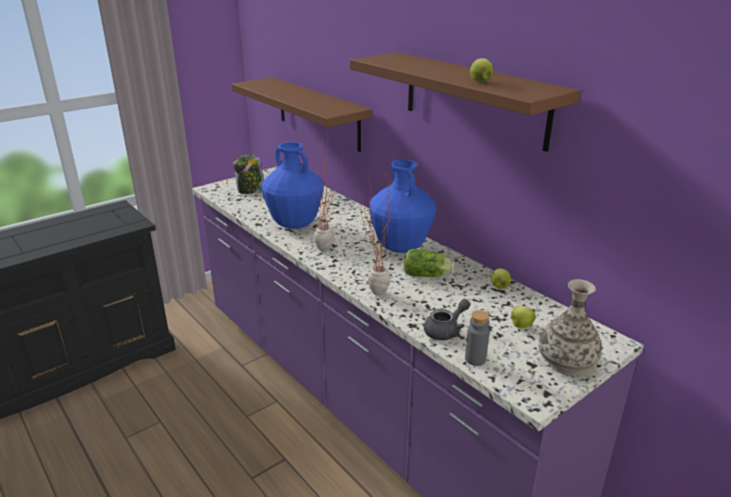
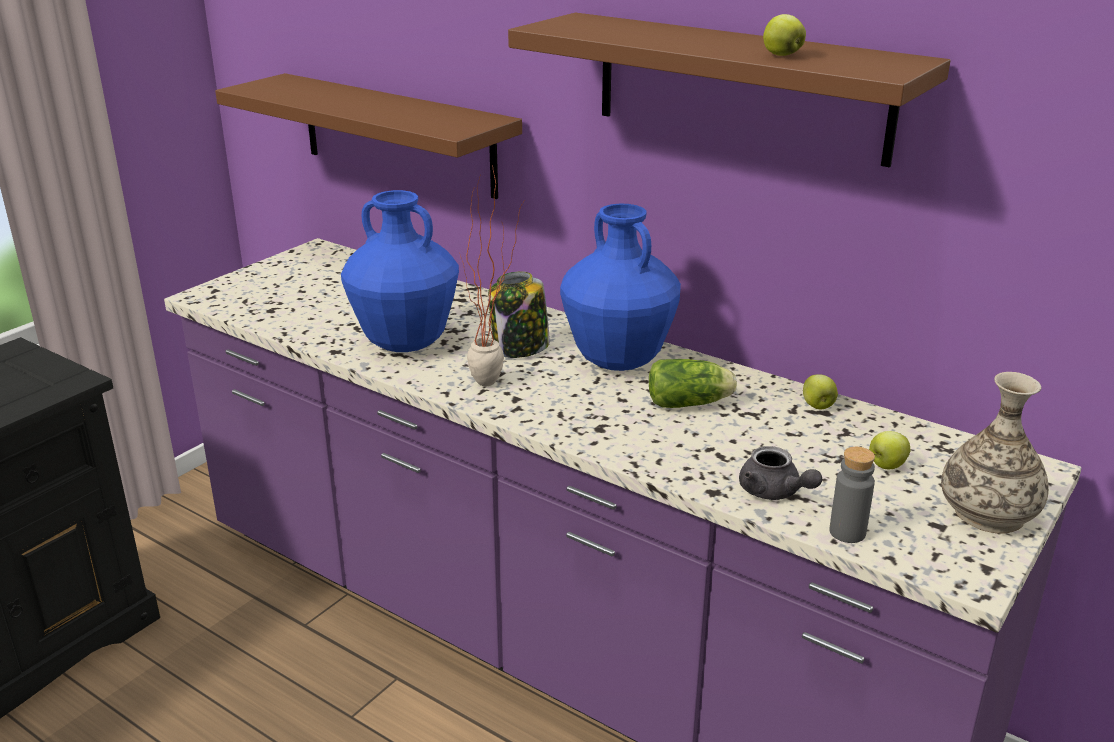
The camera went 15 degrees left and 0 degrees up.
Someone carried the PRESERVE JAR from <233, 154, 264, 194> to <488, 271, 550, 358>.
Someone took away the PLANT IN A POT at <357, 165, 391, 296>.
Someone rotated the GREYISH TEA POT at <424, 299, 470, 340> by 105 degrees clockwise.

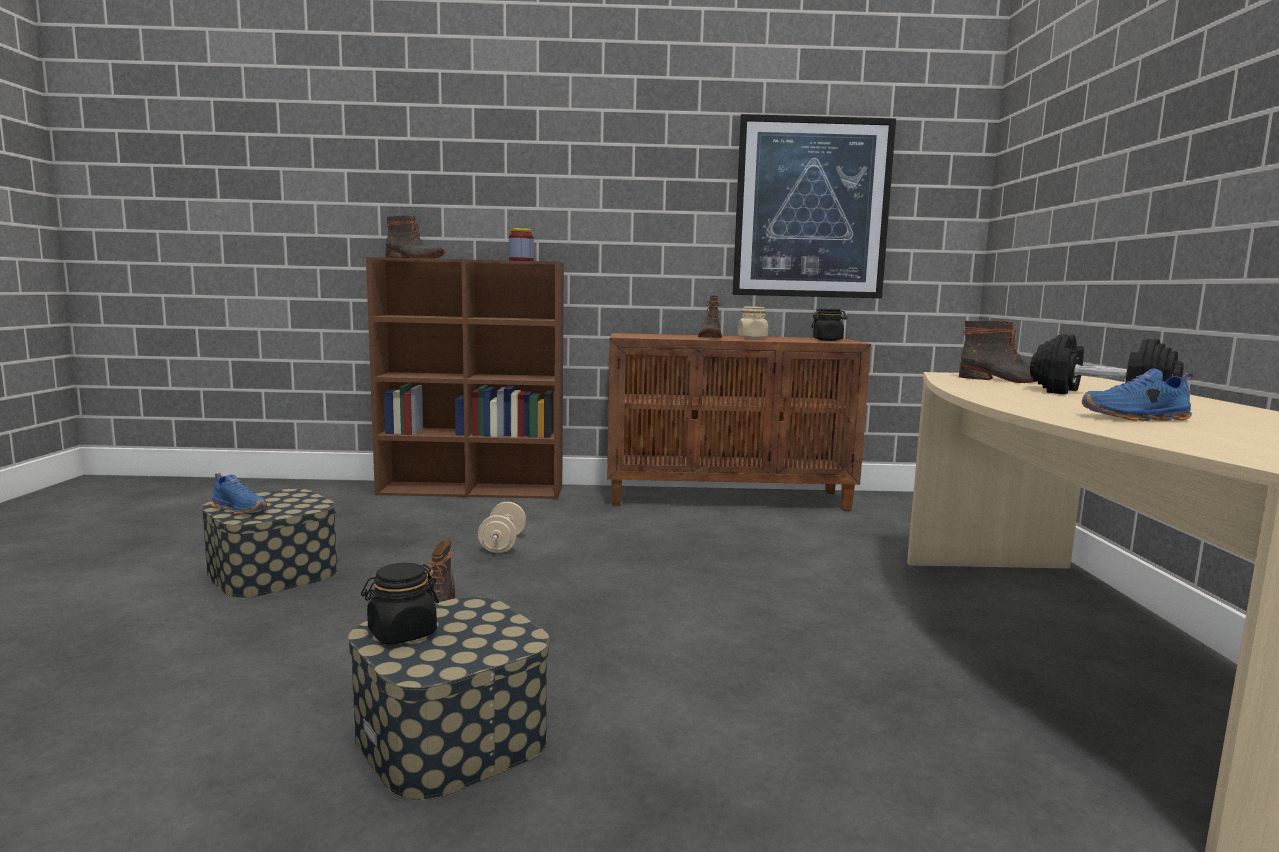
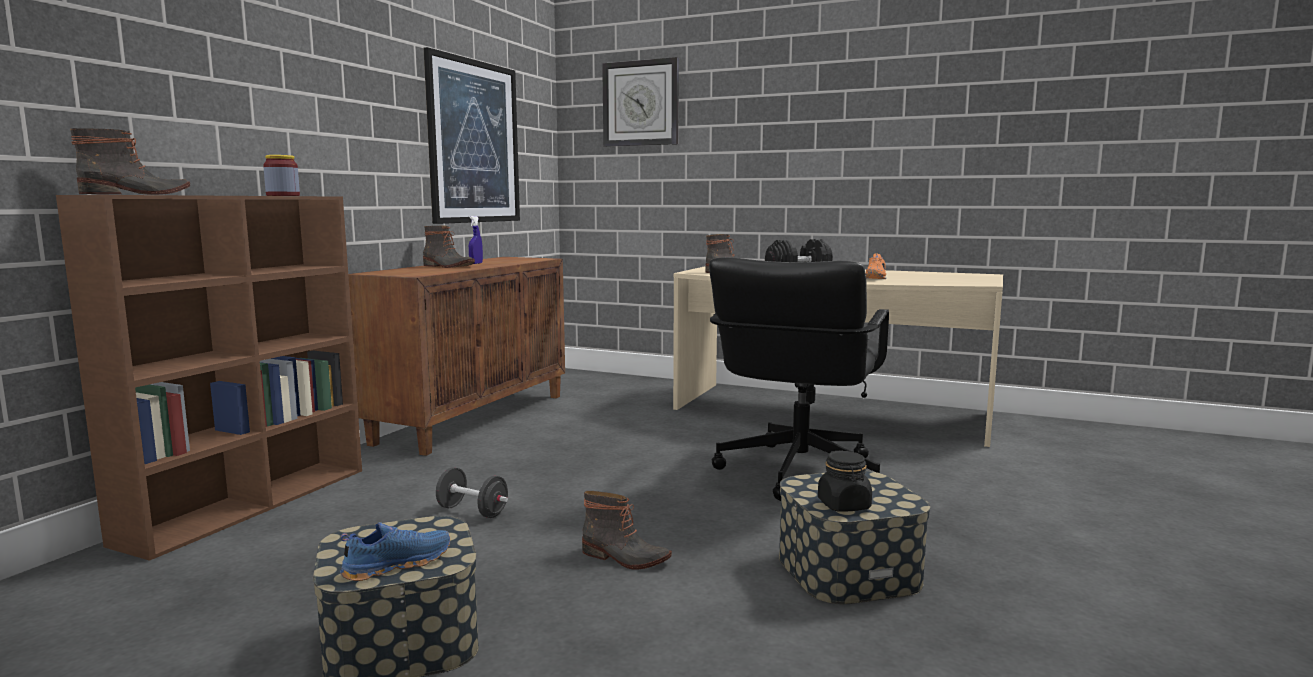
The camera went 65 degrees left and 0 degrees up.
Someone repainted the SAND-COLOURED DUMBBELL at <478, 502, 526, 553>, which became the BLACKISH DUMBBELL at <436, 467, 508, 518>.
Someone swapped the SAND-COLOURED PRESERVE JAR at <738, 307, 768, 339> for the BLUE HAND SPRAYER at <469, 216, 483, 264>.
Someone took away the BLACKISH PRESERVE JAR at <811, 309, 848, 341>.
Someone repainted the BLUE SHOE at <1082, 369, 1193, 421>, which became the ORANGEY SHOE at <866, 254, 886, 279>.
Someone put up the CLOCK ON THE WALL at <602, 57, 679, 147>.
Someone put down the BLACKISH OFFICE CHAIR at <709, 257, 889, 501>.

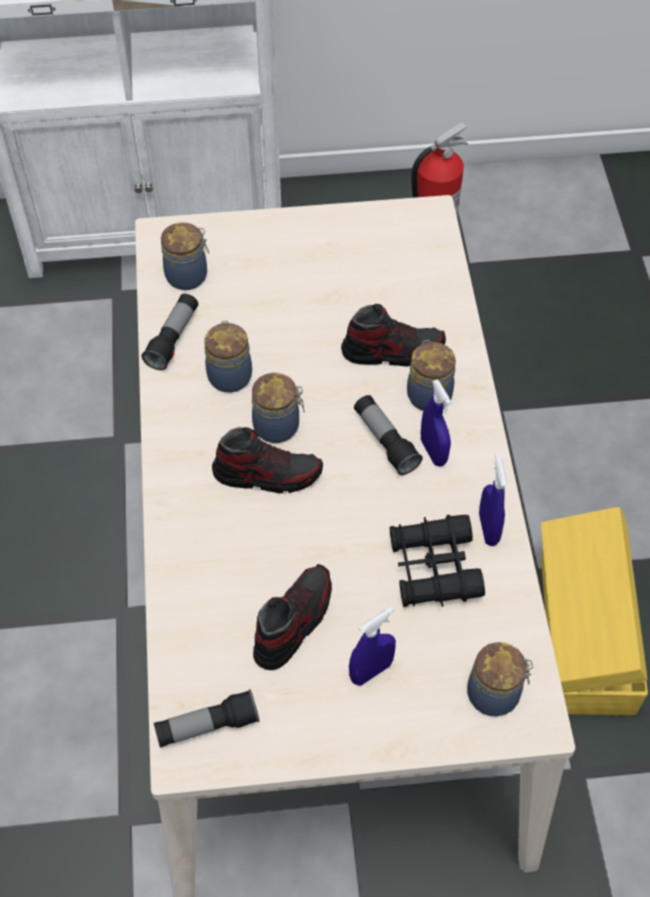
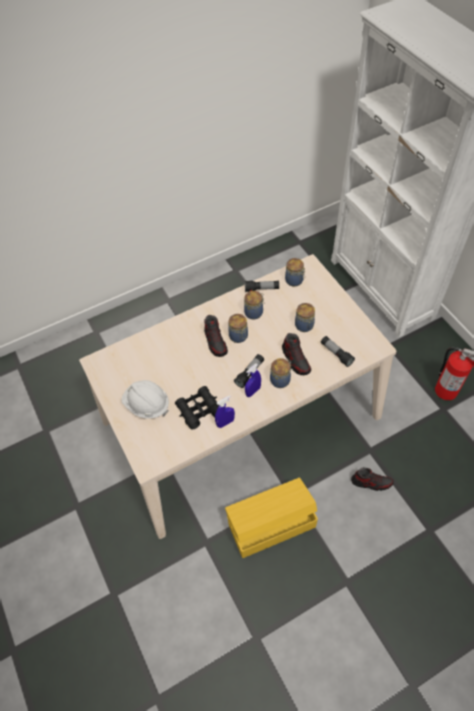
The camera went 70 degrees right and 0 degrees up.
Someone carried the TORCH from <154, 689, 260, 748> to <321, 336, 355, 367>.
Someone carried the SHOE from <253, 564, 332, 670> to <351, 467, 394, 491>.
Someone swapped the BLUE HAND SPRAYER at <349, 607, 396, 686> for the WHITE-COLOURED HARD HAT at <121, 380, 169, 418>.
Someone carried the PRESERVE JAR from <467, 642, 533, 717> to <295, 303, 315, 332>.

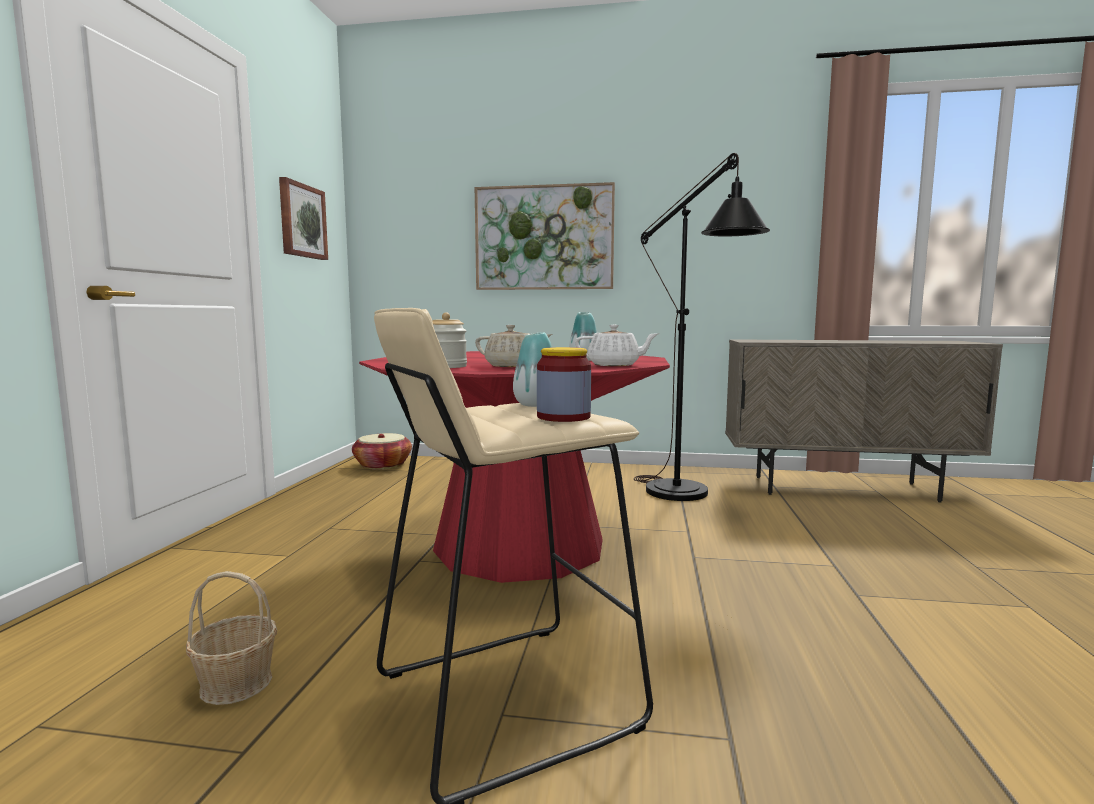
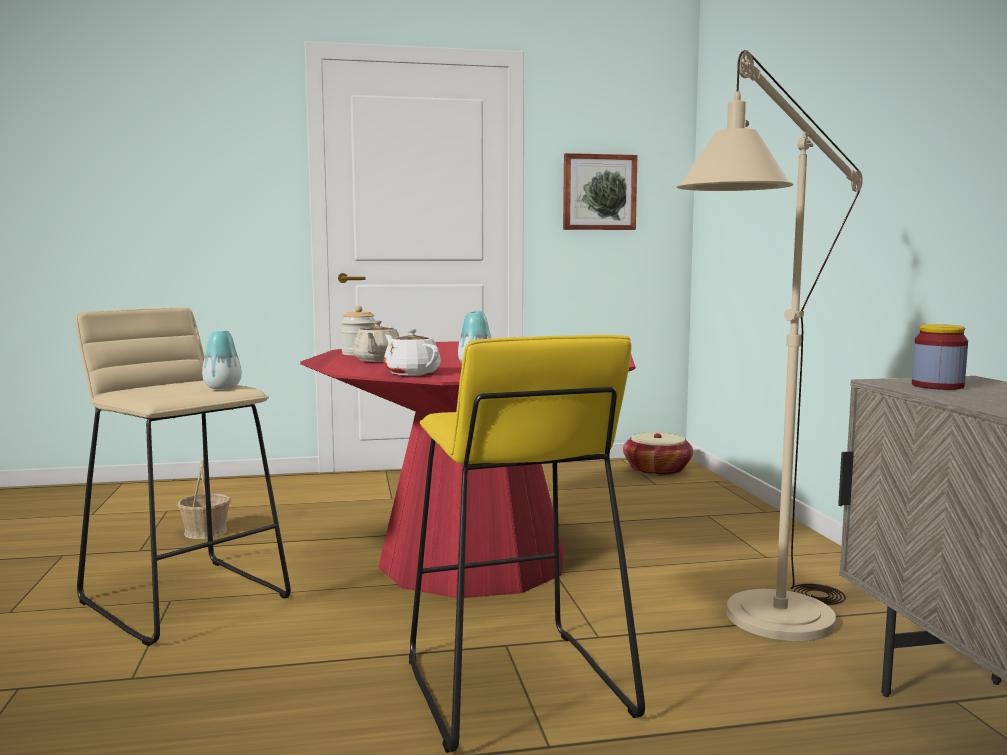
The camera went 70 degrees right and 0 degrees up.
Someone took away the WALL ART at <475, 182, 615, 290>.
Someone carried the PRESERVE JAR from <537, 347, 591, 422> to <912, 324, 968, 390>.
Someone rotated the WHITE-COLOURED TEA POT at <575, 325, 658, 366> by 150 degrees clockwise.
Someone repainted the BLACKISH FLOOR LAMP at <634, 153, 770, 501>, which became the SAND-COLOURED FLOOR LAMP at <676, 50, 863, 641>.
Someone put down the YELLOW SITTING STOOL at <409, 335, 645, 753>.

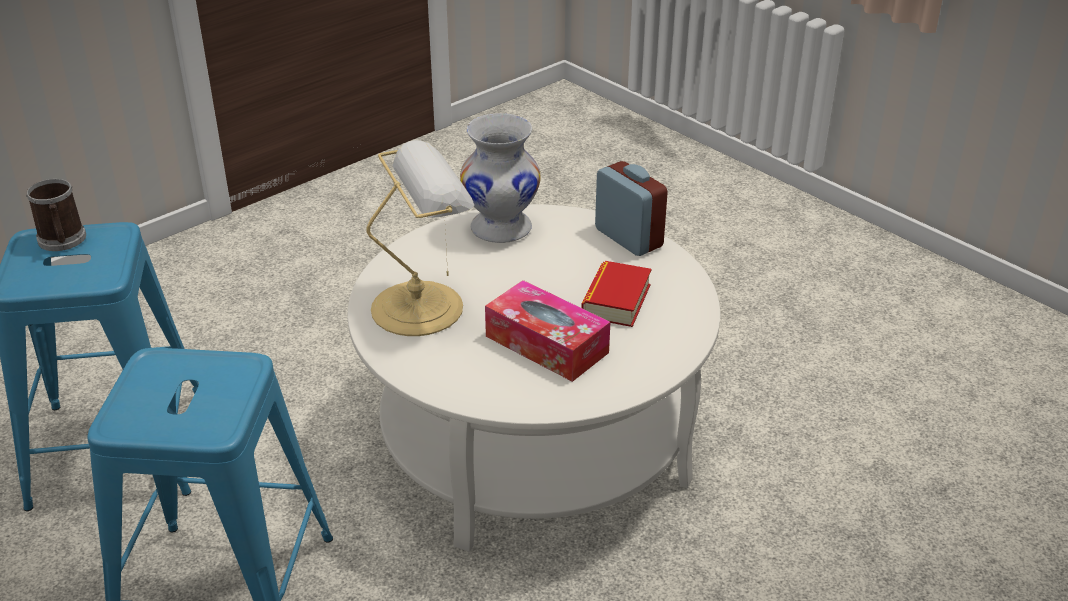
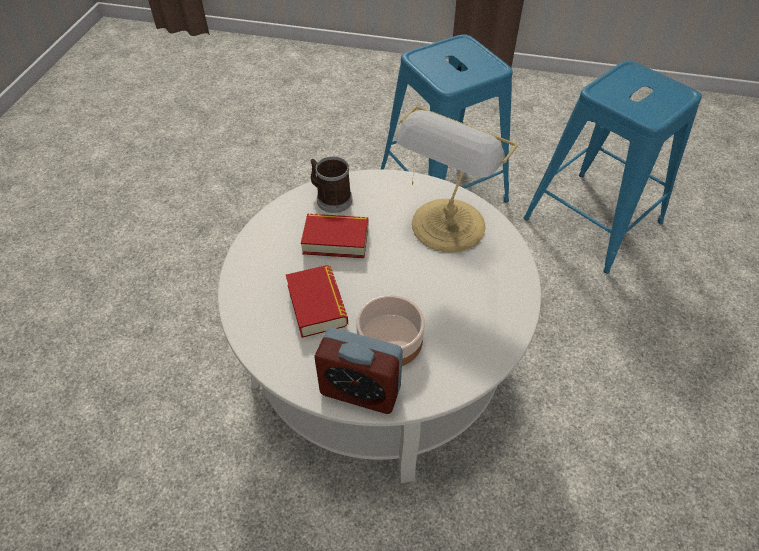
The camera went 145 degrees right and 15 degrees up.
Someone carried the TEA MUG from <26, 179, 86, 251> to <310, 156, 352, 213>.
Someone took away the WHITE-COLOURED DECORATIVE VASE at <460, 113, 541, 243>.
Someone swapped the BOX OF TISSUES at <485, 280, 610, 382> for the VOLUME at <301, 214, 368, 258>.
Someone put down the SERVING BOWL at <356, 295, 425, 366>.

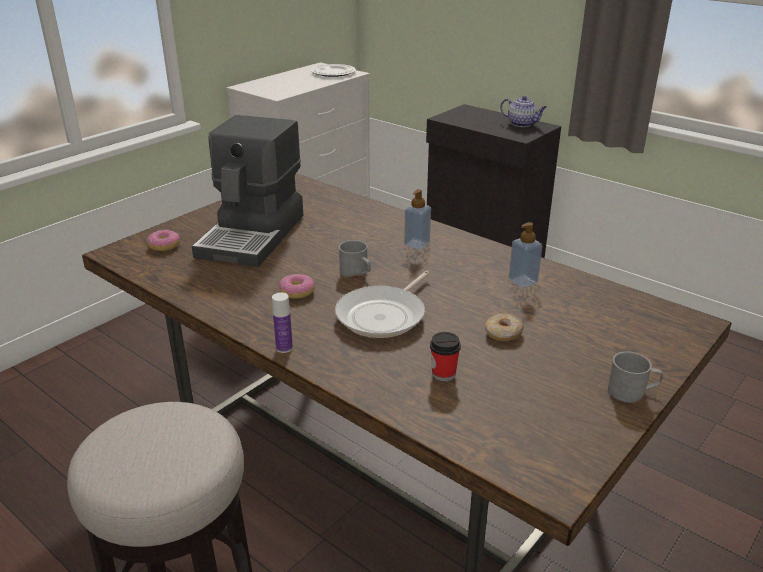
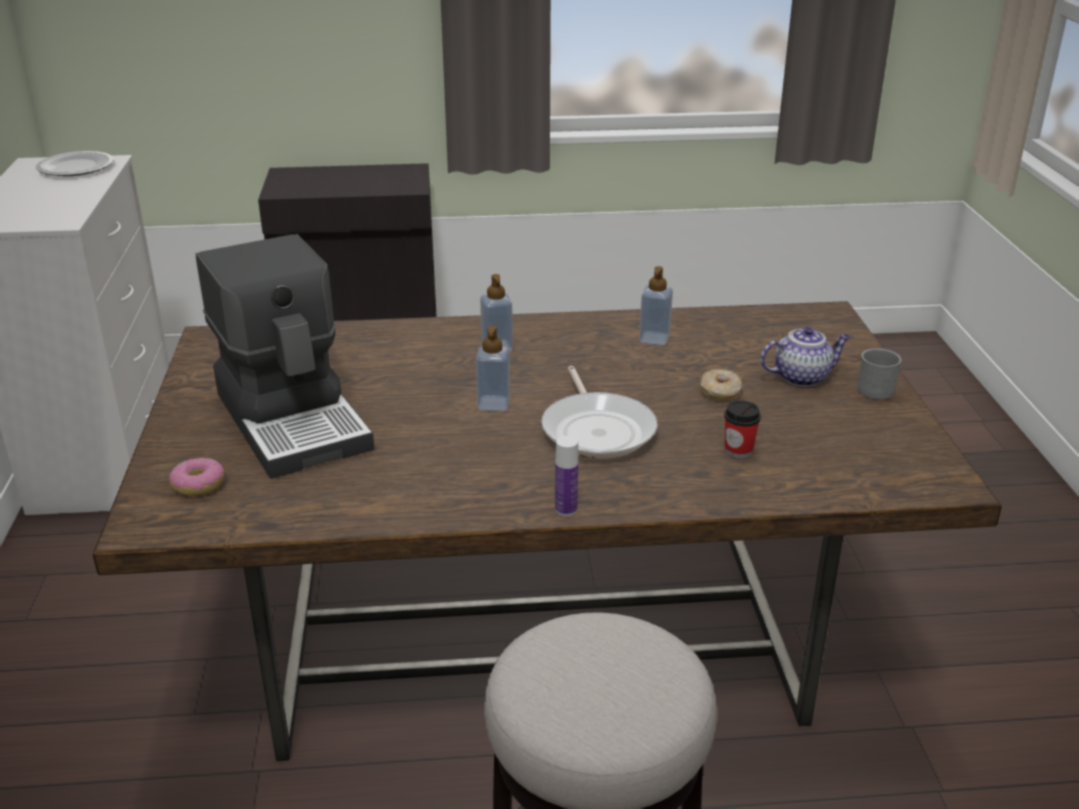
The camera went 45 degrees left and 0 degrees up.
Someone took away the DONUT at <279, 274, 315, 299>.
Someone swapped the GREYISH TEA MUG at <339, 240, 371, 278> for the SOAP BOTTLE at <476, 325, 510, 411>.
Someone carried the TEA POT from <500, 96, 547, 127> to <760, 327, 850, 386>.

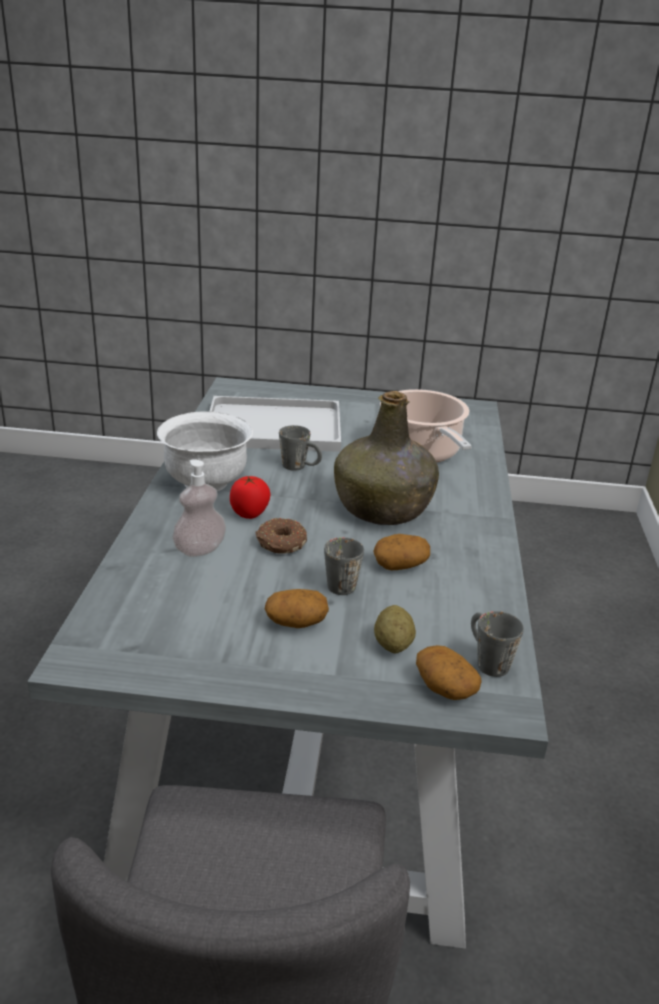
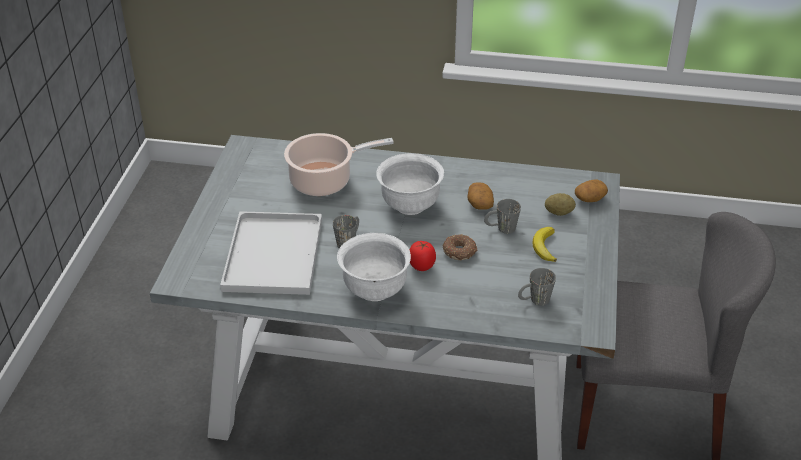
The camera went 85 degrees left and 10 degrees up.
Someone took away the SOAP BOTTLE at <172, 459, 226, 557>.
Someone swapped the SPUD at <265, 589, 329, 628> for the BANANA FRUIT at <532, 227, 557, 262>.
Someone swapped the GREEN-COLOURED BEVERAGE BOTTLE at <334, 391, 439, 525> for the WHITE-COLOURED SERVING BOWL at <376, 153, 444, 215>.
Someone carried the GREYISH TEA MUG from <471, 611, 524, 677> to <518, 268, 556, 305>.

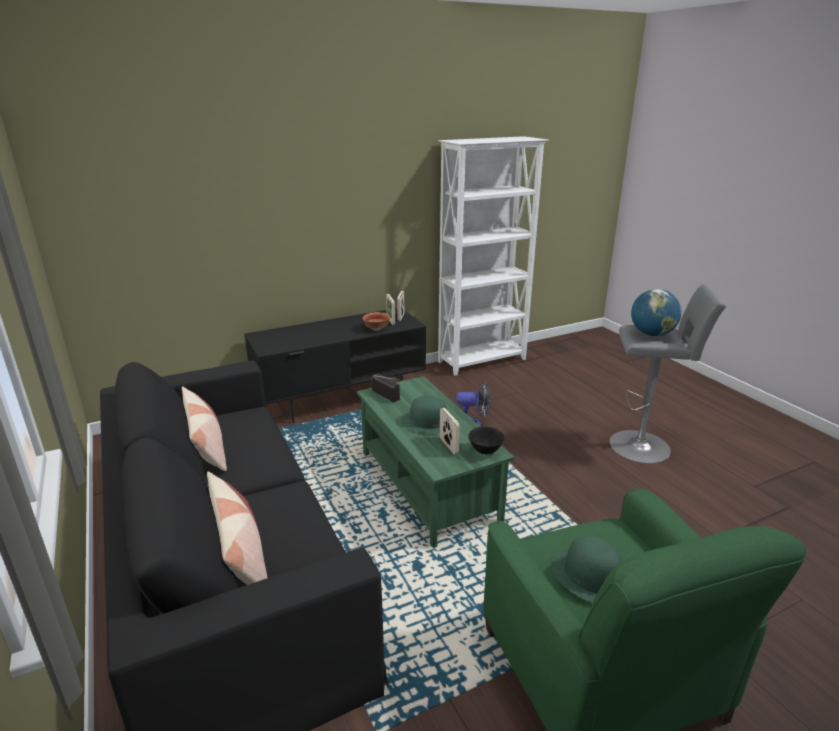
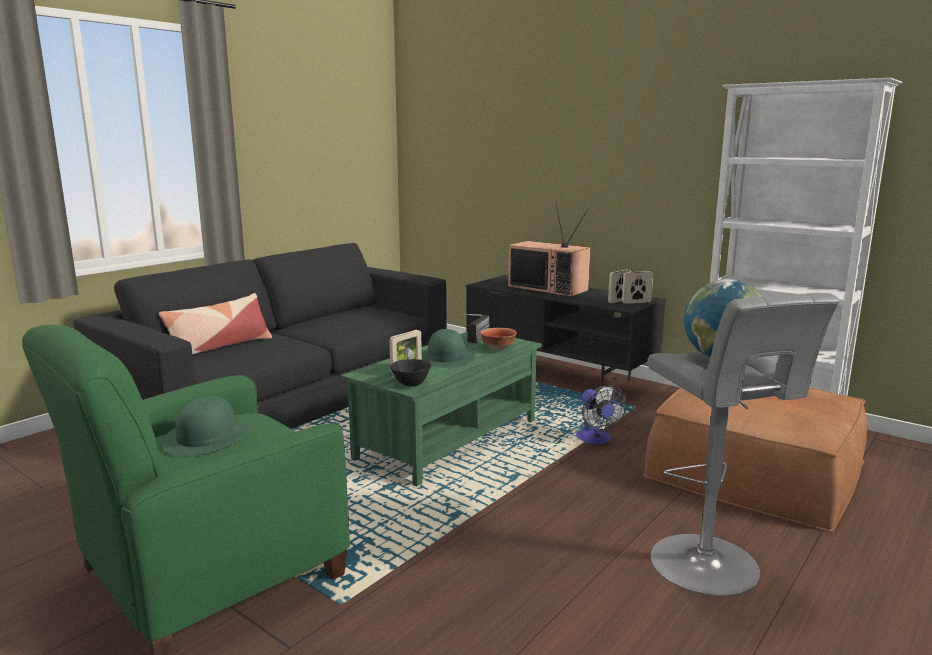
The camera went 65 degrees right and 10 degrees down.
Someone took away the THROW PILLOW at <182, 387, 227, 471>.
Someone carried the SERVING BOWL from <363, 312, 390, 331> to <480, 328, 517, 351>.
Someone put down the TELEVISION at <508, 202, 590, 297>.
Someone put down the BROWN OTTOMAN at <643, 388, 867, 532>.

